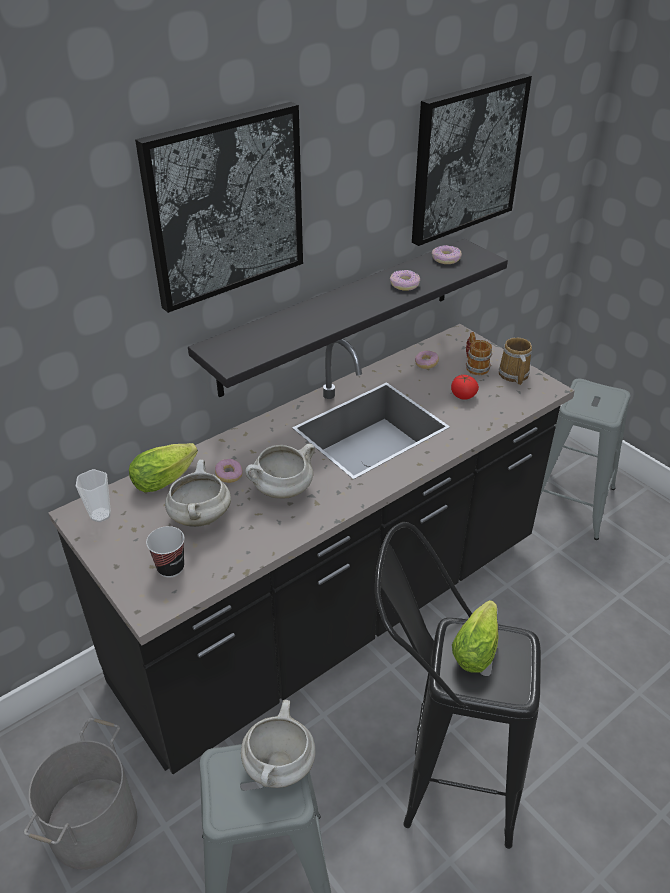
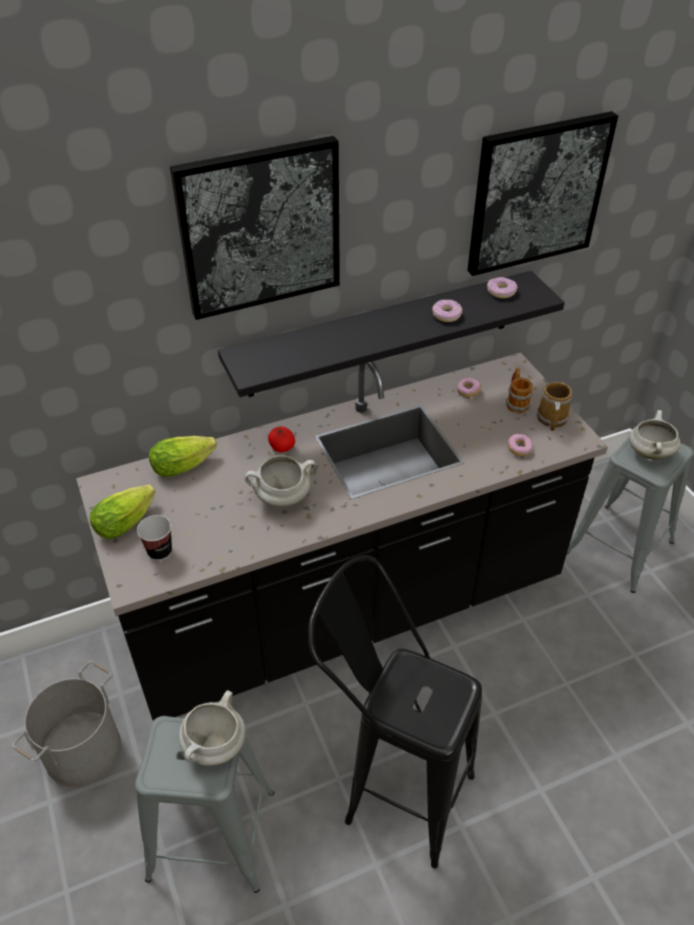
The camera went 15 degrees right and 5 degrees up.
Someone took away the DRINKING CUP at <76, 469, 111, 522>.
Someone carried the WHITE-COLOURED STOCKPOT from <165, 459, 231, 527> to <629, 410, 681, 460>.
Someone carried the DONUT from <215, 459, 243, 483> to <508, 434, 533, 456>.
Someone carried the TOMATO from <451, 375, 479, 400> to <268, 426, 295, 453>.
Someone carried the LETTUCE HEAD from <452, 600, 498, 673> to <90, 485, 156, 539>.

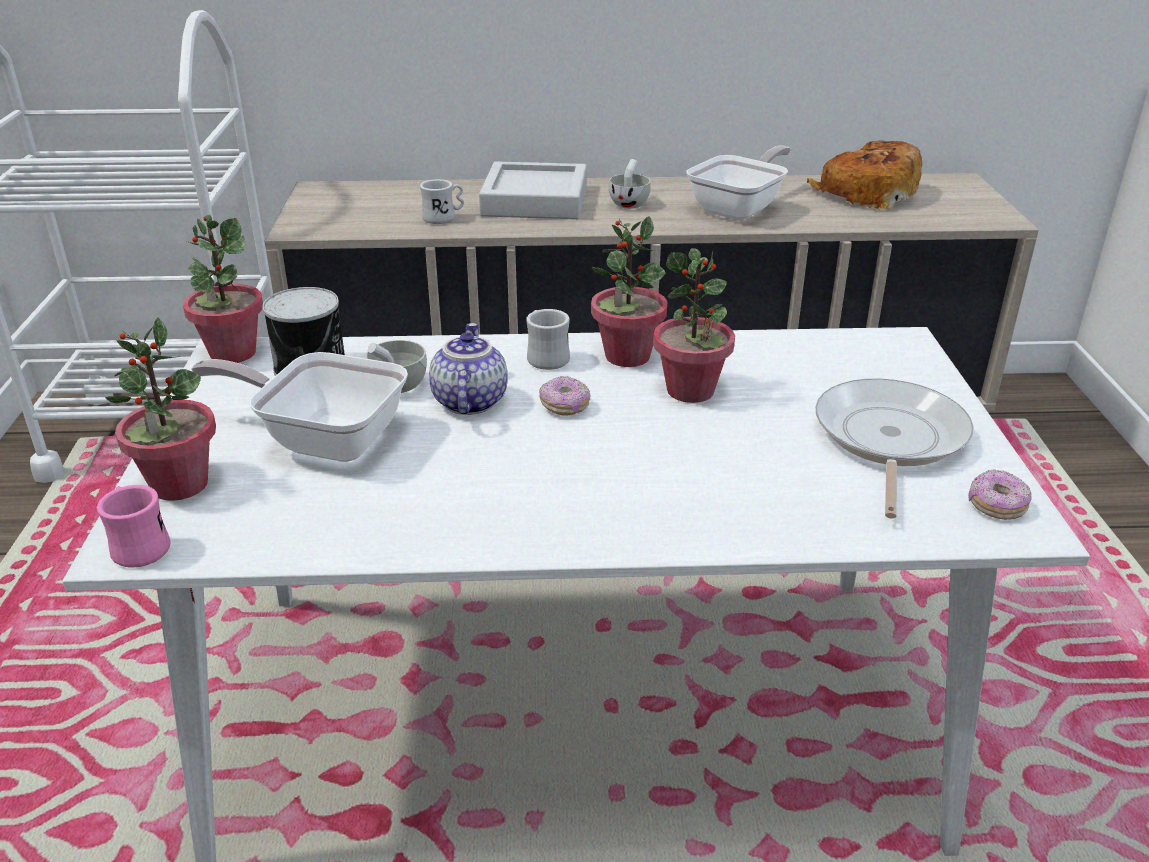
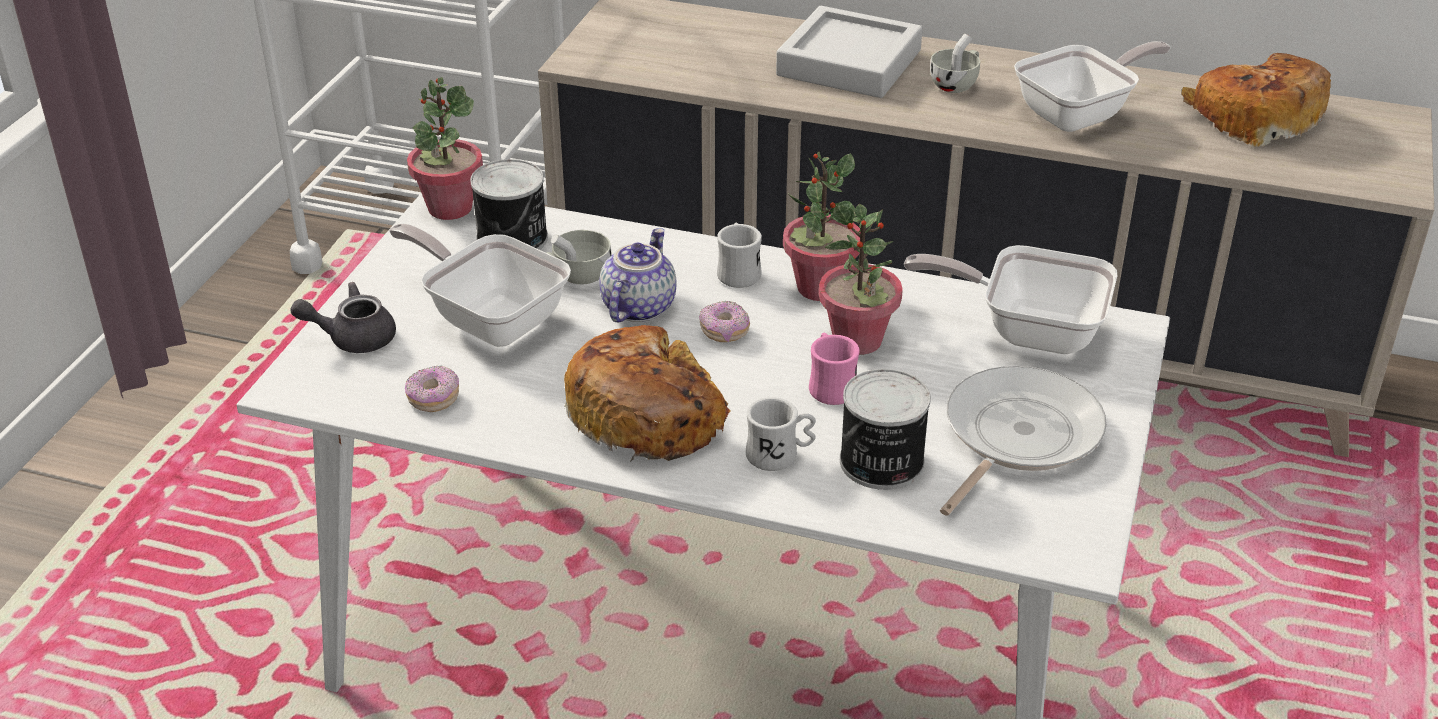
The camera went 20 degrees right and 5 degrees up.
Someone carried the PINK TEA MUG from <97, 485, 170, 568> to <809, 333, 860, 405>.
Someone swapped the PLANT IN A POT at <105, 317, 216, 501> for the GREYISH TEA POT at <290, 282, 396, 353>.
Someone carried the WHITE-COLOURED TEA MUG from <420, 179, 464, 224> to <746, 397, 816, 471>.
Someone carried the DONUT from <968, 469, 1031, 520> to <405, 366, 459, 412>.
Someone put down the BAKED BREAD at <564, 325, 731, 462>.
Someone put down the METAL CAN at <840, 369, 931, 490>.
Someone put down the PAN at <904, 245, 1117, 354>.

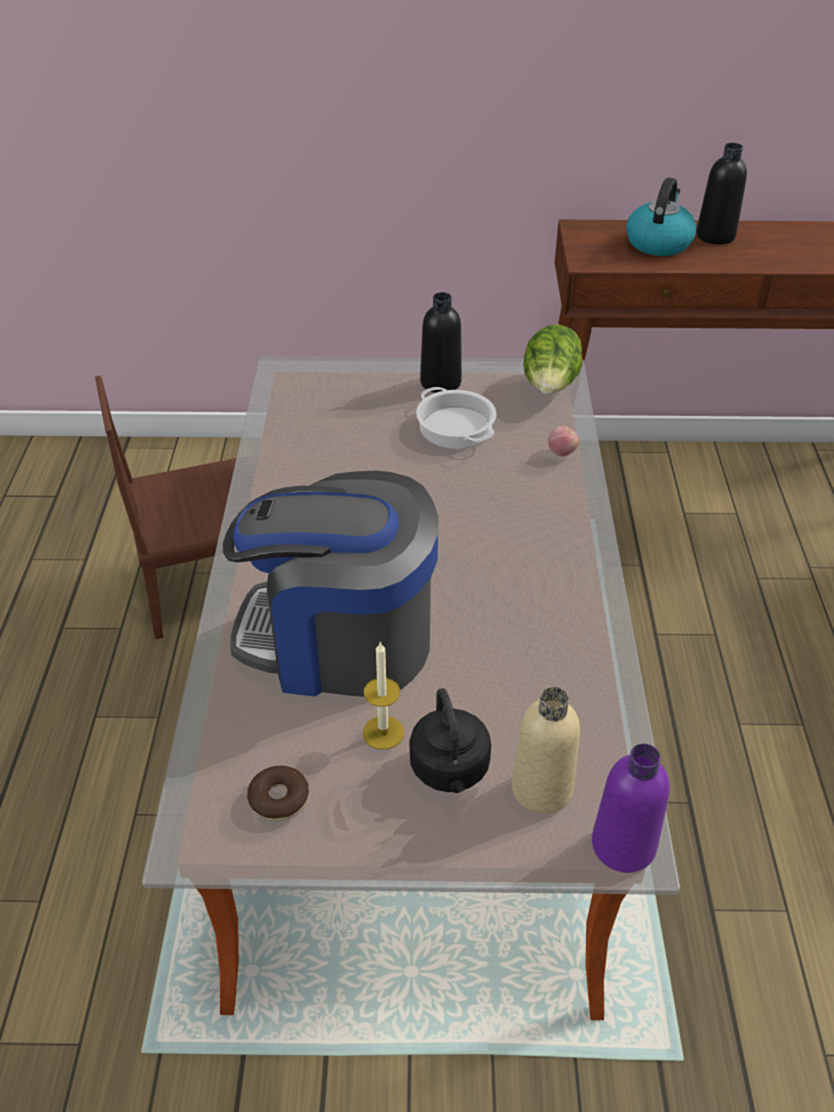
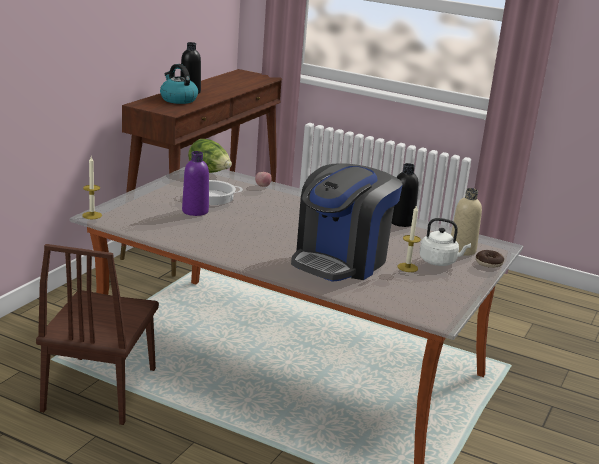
The camera went 65 degrees left and 20 degrees down.
Someone carried the DONUT from <247, 766, 309, 821> to <476, 250, 504, 268>.
Someone repainted the BLACKISH WATER KETTLE at <410, 688, 491, 793>, which became the WHITE-COLOURED WATER KETTLE at <420, 218, 471, 266>.
Someone carried the BLACKISH BEVERAGE BOTTLE from <420, 292, 462, 393> to <392, 163, 419, 227>.
Someone carried the PURPLE BEVERAGE BOTTLE from <592, 744, 670, 873> to <182, 151, 209, 216>.
Someone put down the WAX LIGHT at <82, 157, 102, 219>.

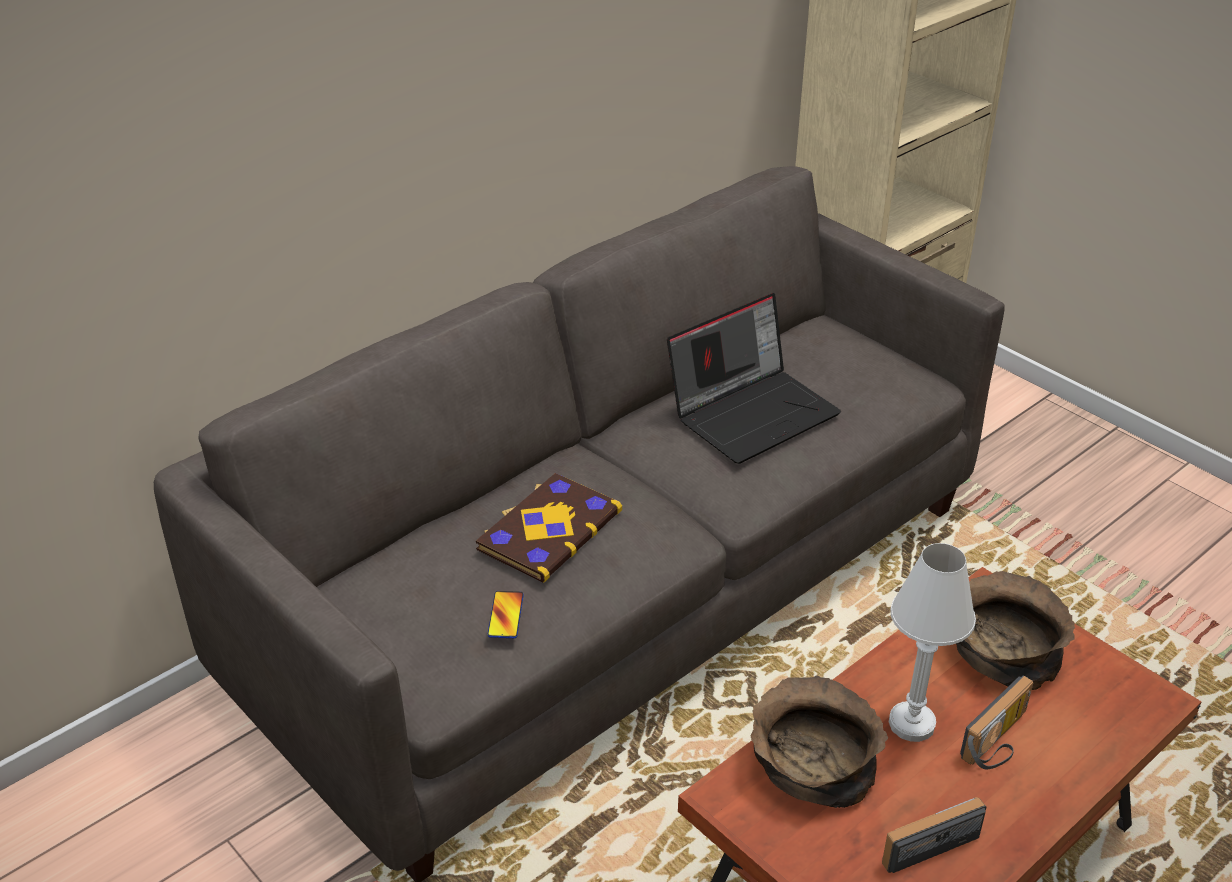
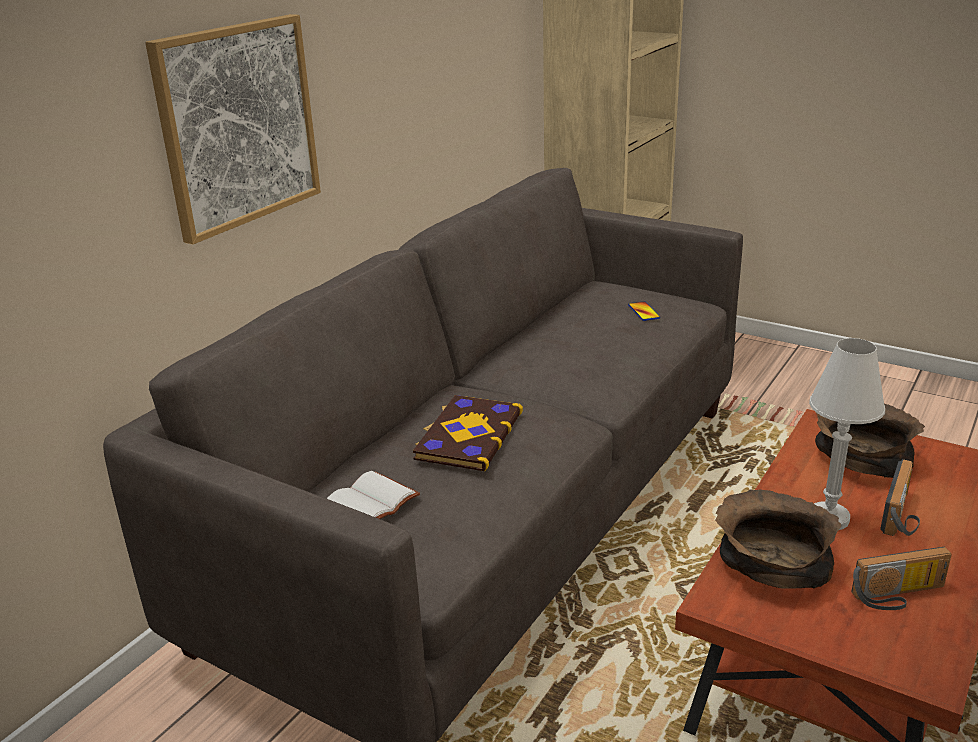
The camera went 15 degrees left and 10 degrees down.
Someone carried the HANDSET from <487, 591, 524, 638> to <628, 301, 660, 321>.
Someone took away the LAPTOP at <667, 293, 841, 464>.
Someone rotated the RADIO SET at <882, 797, 986, 873> by 150 degrees counterclockwise.
Someone put up the WALL ART at <145, 14, 321, 245>.
Someone put down the WHITE-COLOURED VOLUME at <327, 471, 420, 519>.

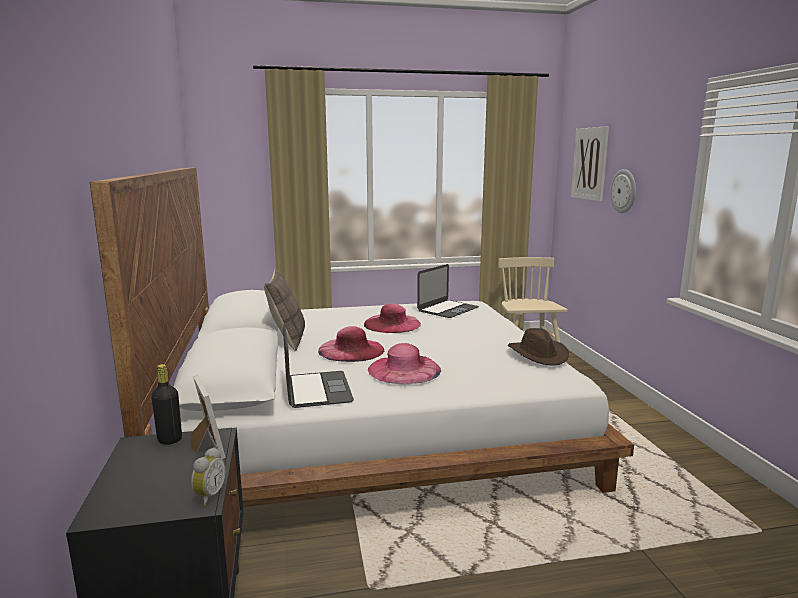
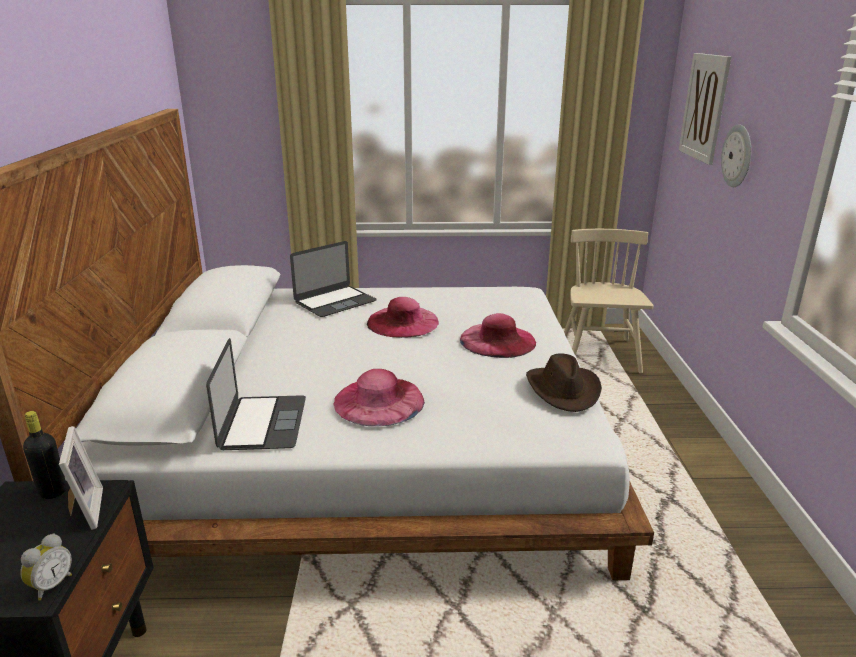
The camera went 10 degrees right and 10 degrees up.
Someone took away the THROW PILLOW at <264, 268, 305, 352>.
Someone carried the PINK WEARABLE HAT from <318, 326, 384, 362> to <460, 313, 536, 358>.
Someone carried the LAPTOP from <417, 264, 479, 318> to <290, 241, 377, 317>.

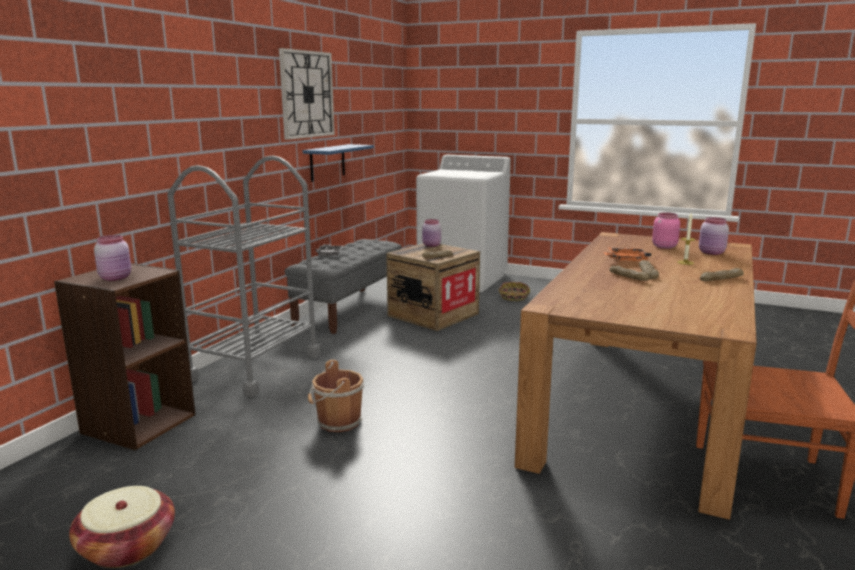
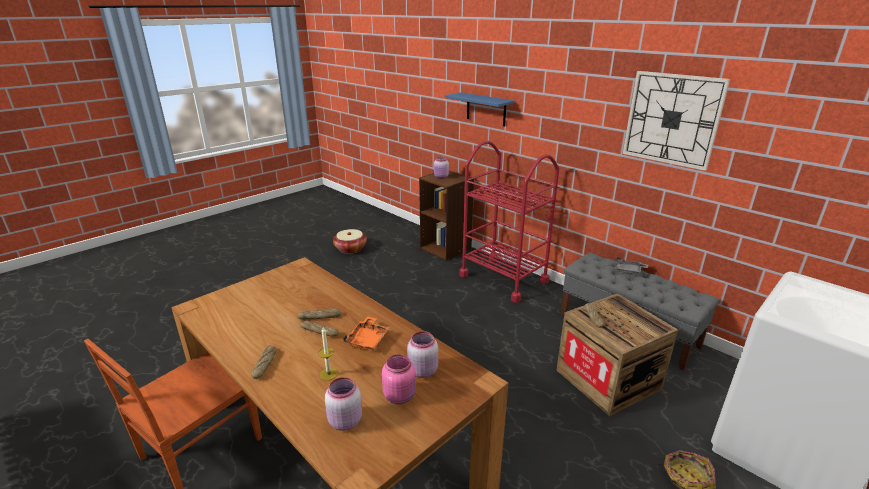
The camera went 110 degrees right and 10 degrees up.
Someone repainted the GREYISH TROLLEY at <167, 155, 321, 397>, which became the RED-COLOURED TROLLEY at <459, 141, 559, 303>.
Someone carried the BLUE SHELF from <303, 144, 374, 182> to <445, 92, 515, 126>.
Someone took away the BROWN PAIL at <308, 360, 365, 432>.
Someone carried the PINK PRESERVE JAR from <422, 219, 441, 247> to <407, 331, 438, 378>.

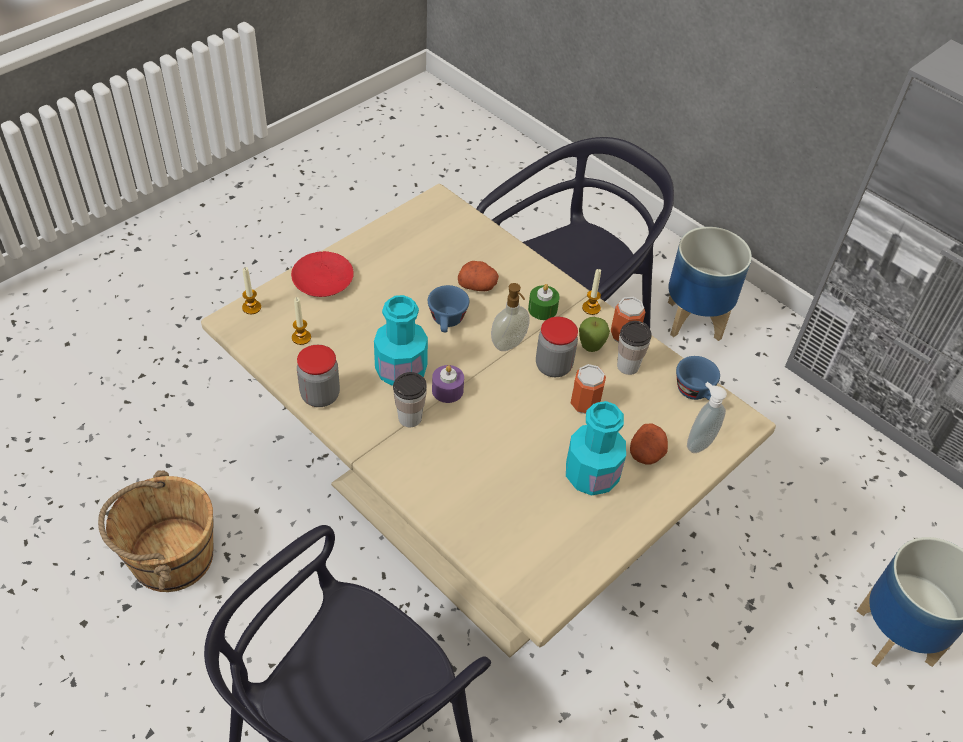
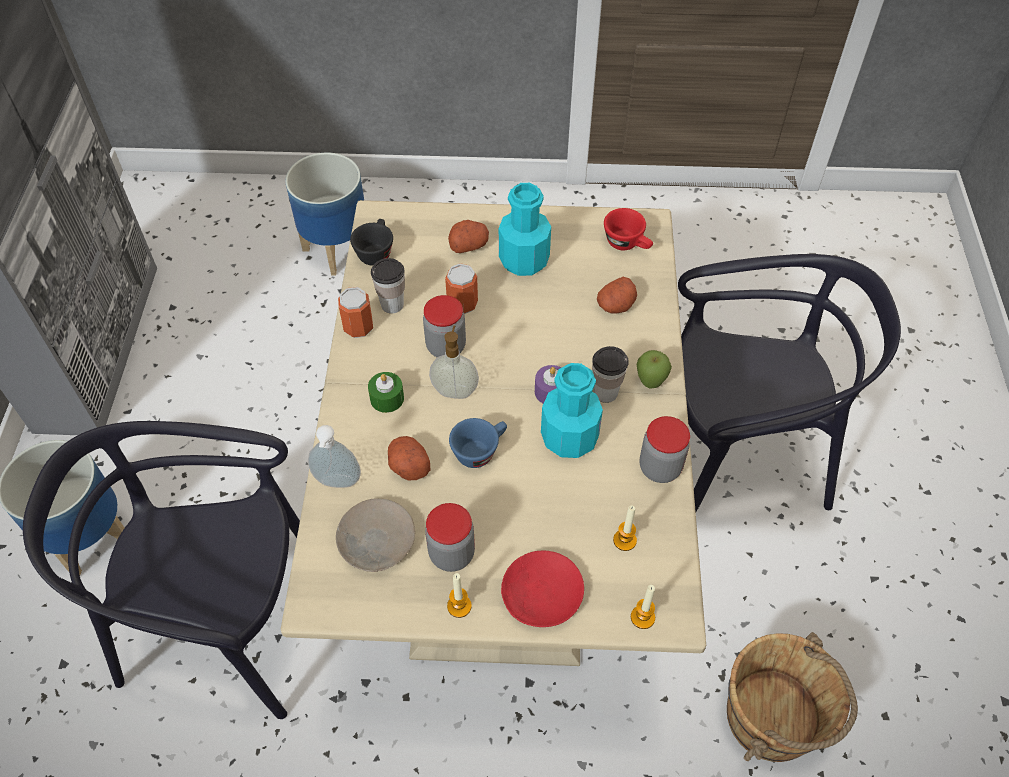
The camera went 130 degrees left and 5 degrees up.
Someone carried the APPLE from <579, 317, 610, 352> to <637, 350, 672, 388>.
Someone carried the WAX LIGHT from <582, 269, 601, 315> to <447, 573, 472, 618>.
Someone repainted the BLUE DRINKING CUP at <676, 356, 720, 400>, which became the BLACKISH DRINKING CUP at <350, 219, 393, 266>.
Someone carried the SOAP BOTTLE from <687, 382, 727, 453> to <308, 425, 361, 488>.
Someone put down the SAND-COLOURED PLATE at <336, 498, 415, 572>.
Someone put down the PRESERVE JAR at <425, 503, 475, 572>.
Someone put down the SPUD at <597, 277, 637, 314>.
Someone put down the RED-COLOURED DRINKING CUP at <604, 208, 653, 250>.

